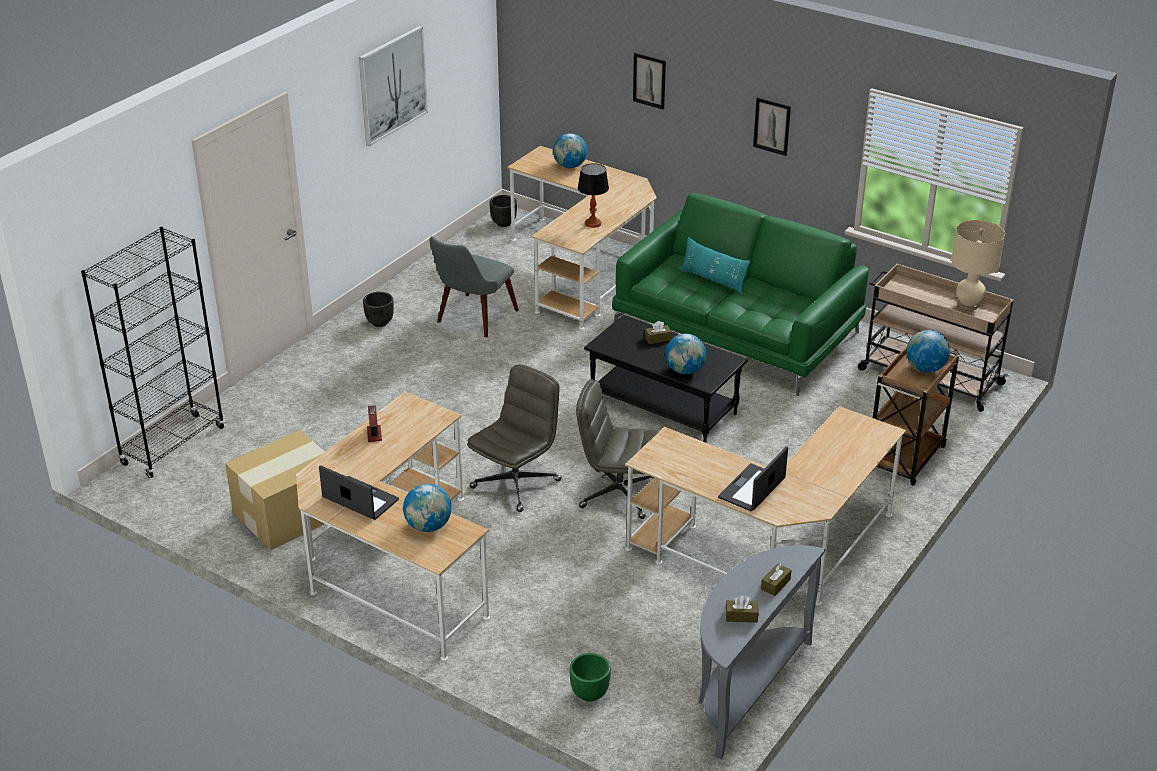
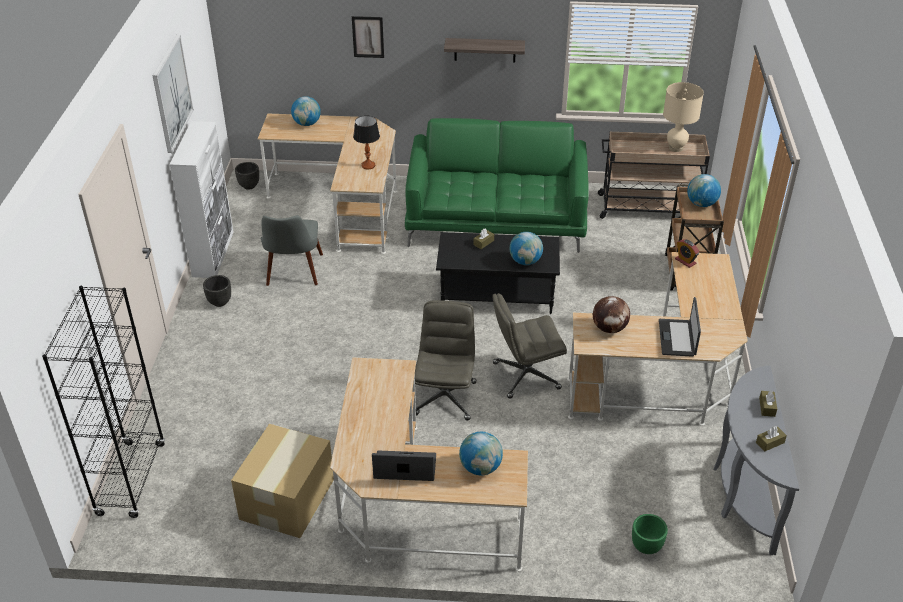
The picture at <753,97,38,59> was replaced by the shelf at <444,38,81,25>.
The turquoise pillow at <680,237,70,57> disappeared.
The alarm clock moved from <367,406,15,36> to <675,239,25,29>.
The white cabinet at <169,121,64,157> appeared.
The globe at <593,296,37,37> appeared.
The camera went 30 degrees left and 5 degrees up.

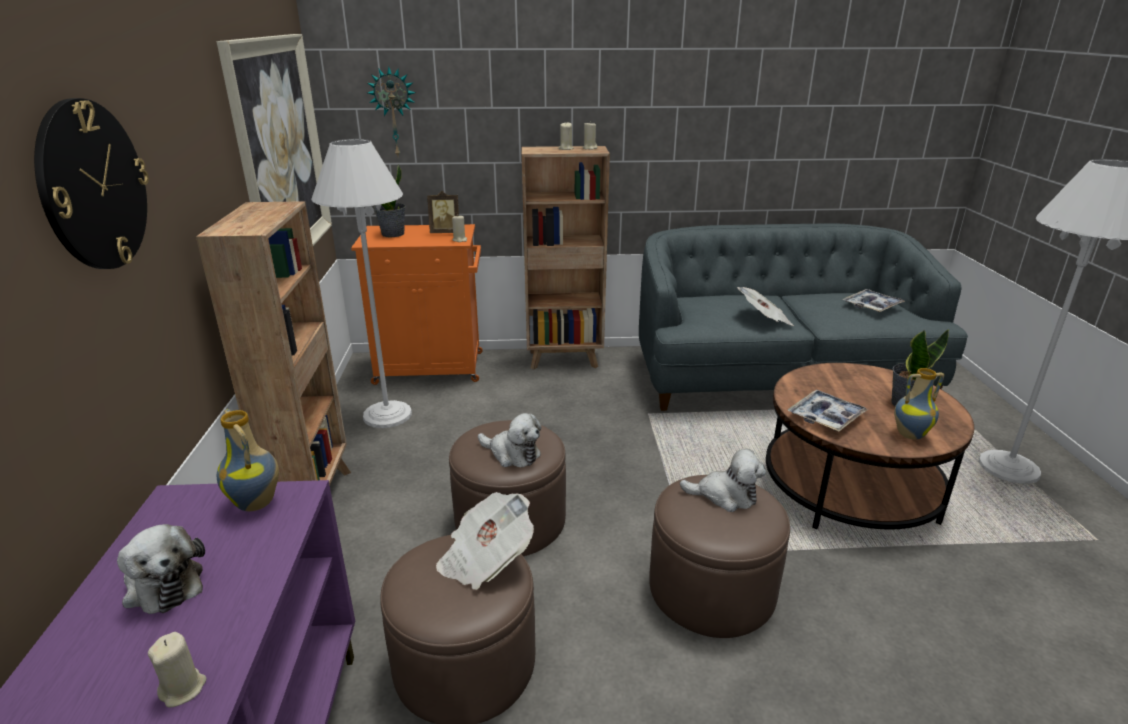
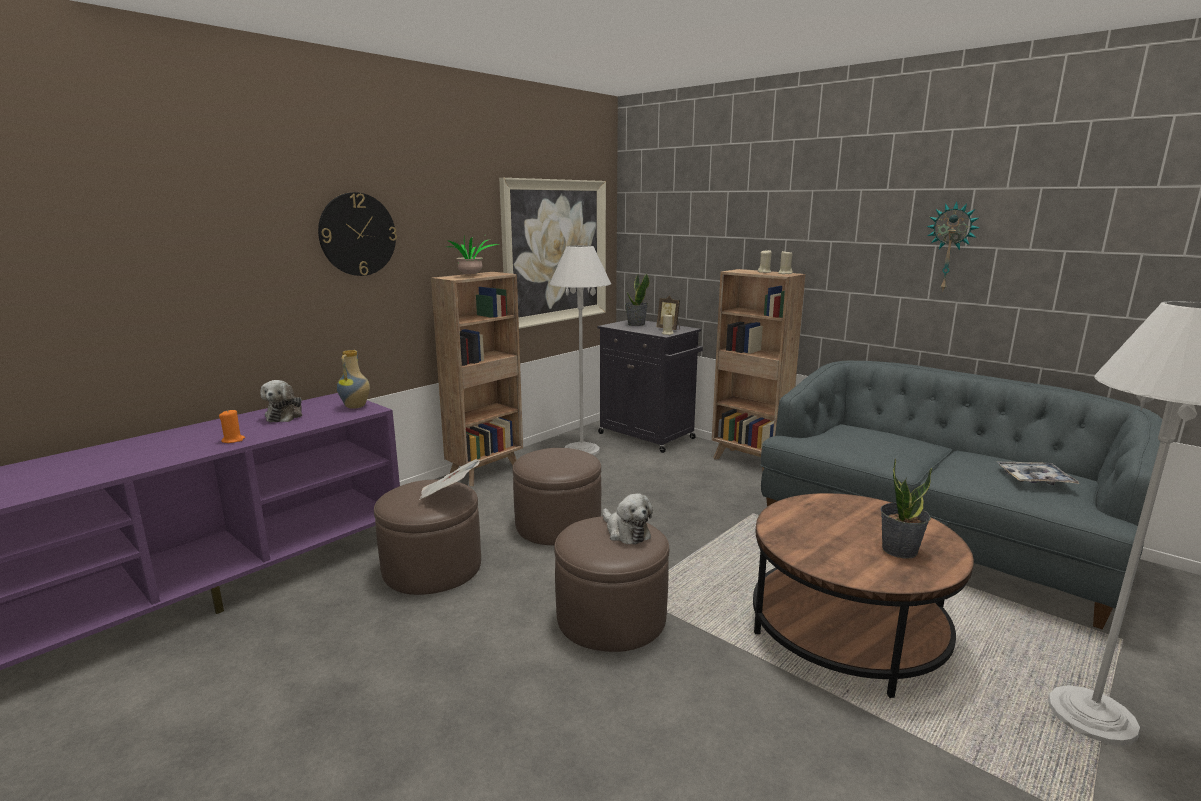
The wall clock moved from <368,66,48,90> to <926,201,54,91>.
The orange cabinet at <351,224,132,161> became the black cabinet at <597,320,106,133>.
The newspaper at <737,287,57,39> disappeared.
The vase at <894,368,50,72> disappeared.
The tray at <787,390,81,41> disappeared.
The plush toy at <478,413,63,54> disappeared.
The beige candle at <148,632,59,76> became the orange candle at <219,410,26,33>.
The potted plant at <447,235,53,41> appeared.
The camera went 45 degrees right and 10 degrees down.

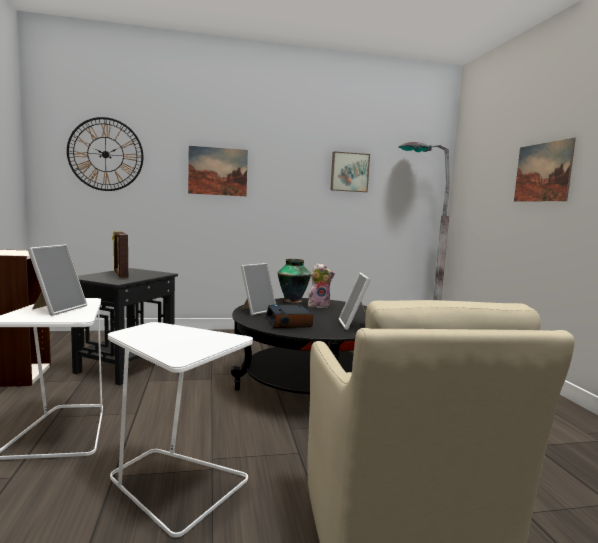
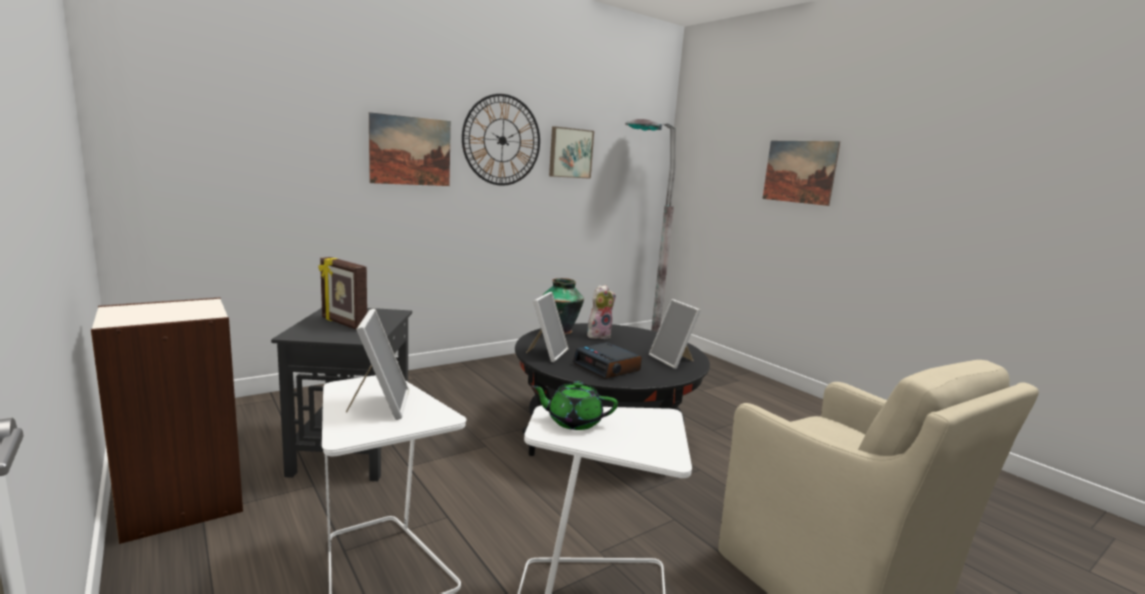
The wall clock moved from <67,117,76,74> to <462,94,78,92>.
The green teapot at <532,381,86,49> appeared.
The camera went 25 degrees left and 5 degrees up.

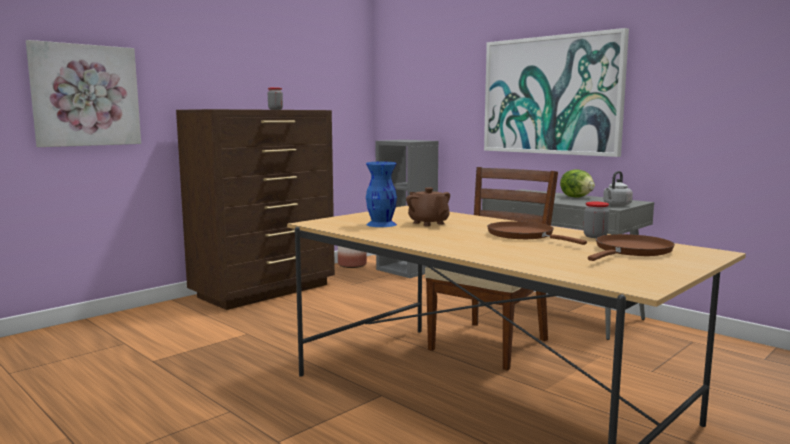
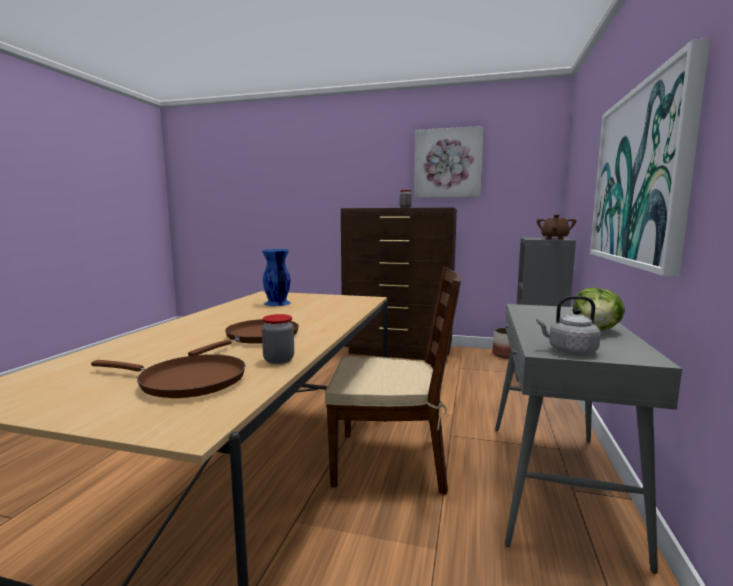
The picture moved from <26,40,115,107> to <414,126,70,72>.
The brown teapot moved from <406,187,44,39> to <537,215,39,25>.
The camera went 60 degrees right and 0 degrees up.

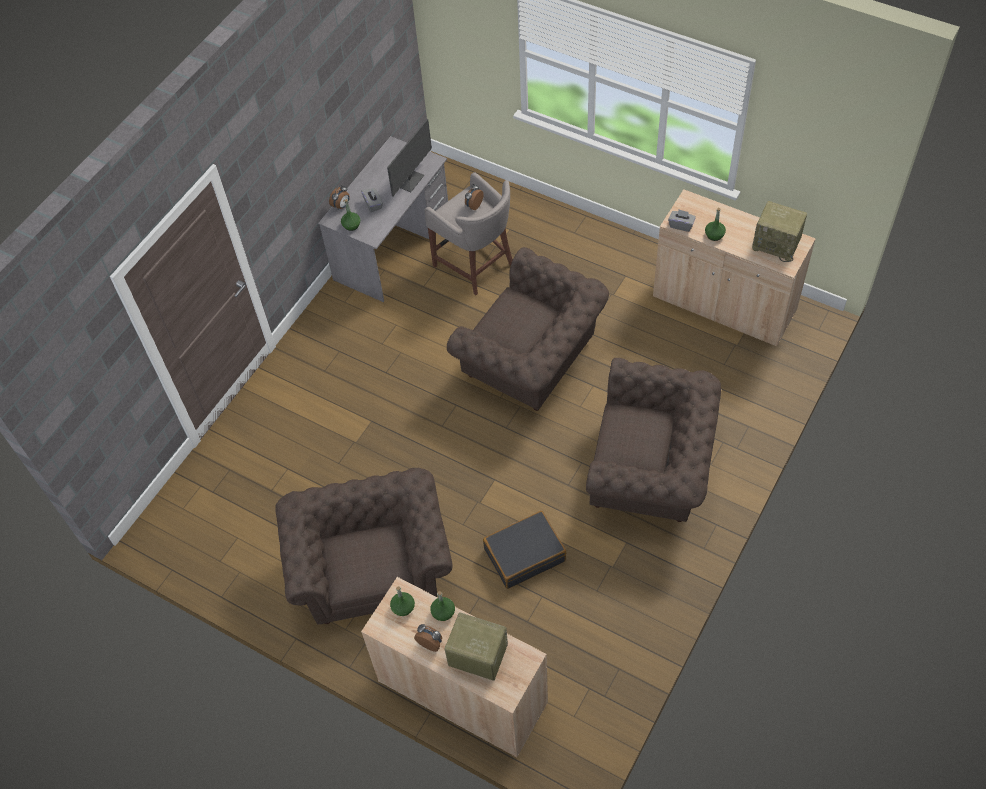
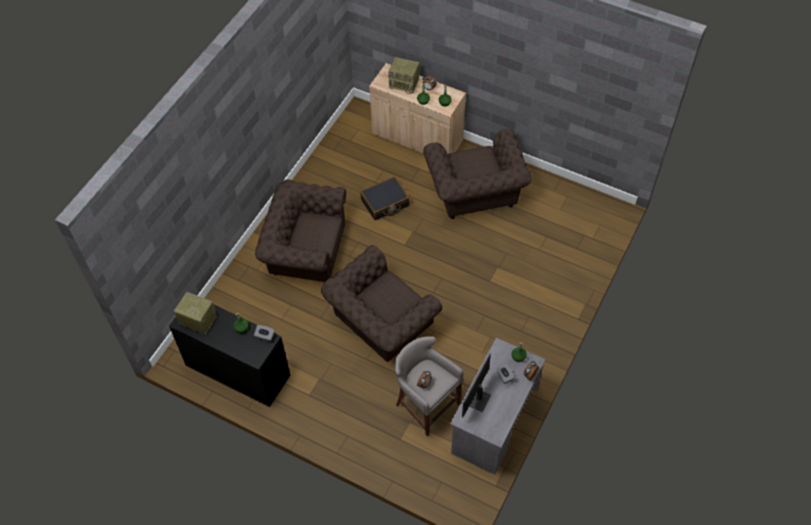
The beige cabinet at <653,189,163,157> became the black cabinet at <169,304,121,103>.
The brown armchair at <447,247,162,164> turned 75 degrees counterclockwise.
The camera went 175 degrees right and 0 degrees up.

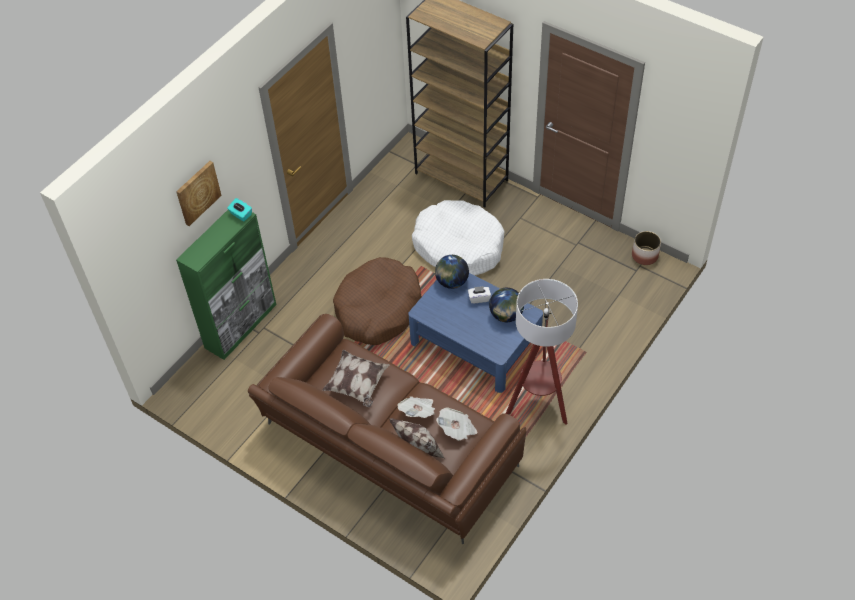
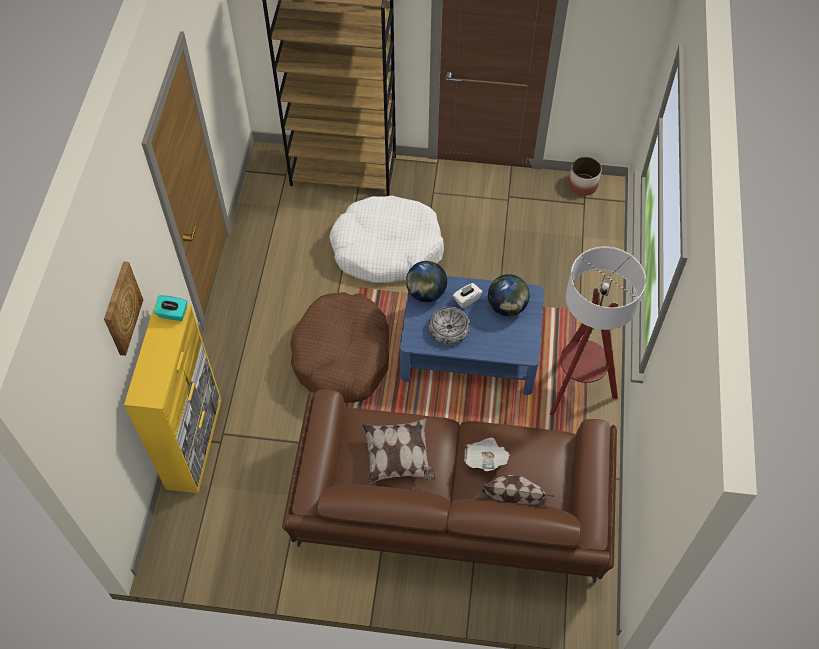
The green cabinet at <176,210,100,150> became the yellow cabinet at <124,302,98,191>.
The newspaper at <436,407,41,34> disappeared.
The bowl at <428,307,42,37> appeared.
The camera went 30 degrees left and 5 degrees up.

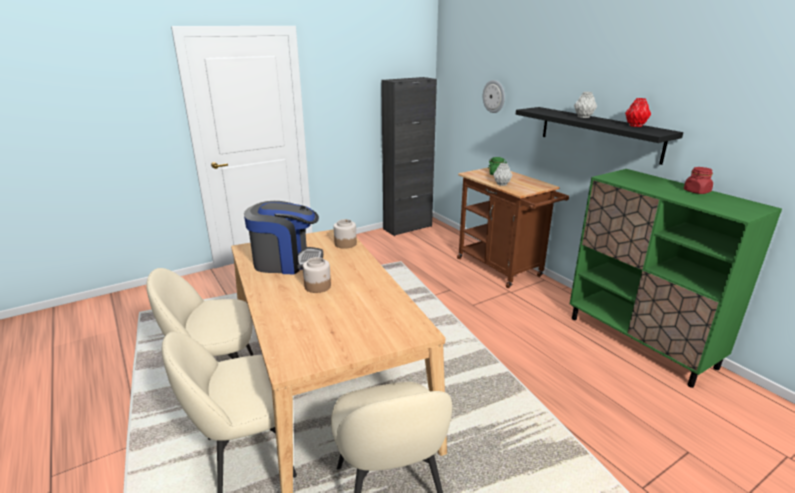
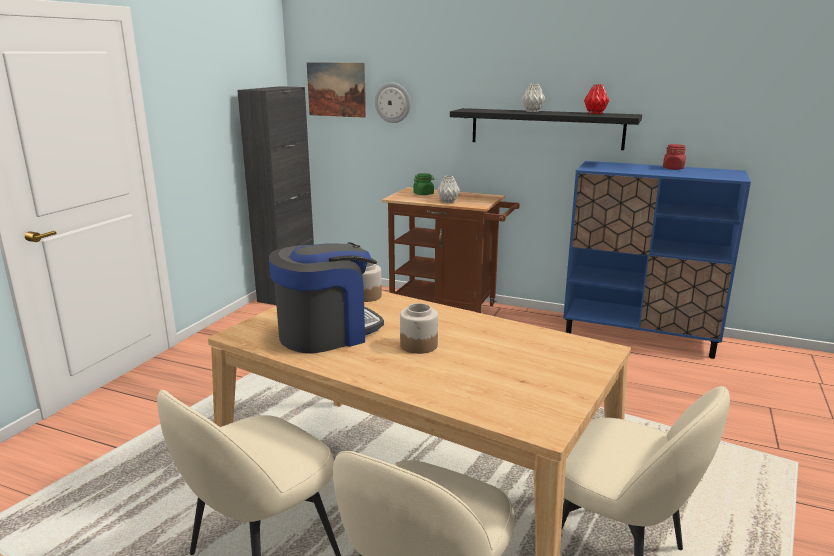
The green cabinet at <570,169,212,219> became the blue cabinet at <563,161,188,198>.
The picture at <307,62,59,56> appeared.
The camera went 35 degrees left and 5 degrees down.

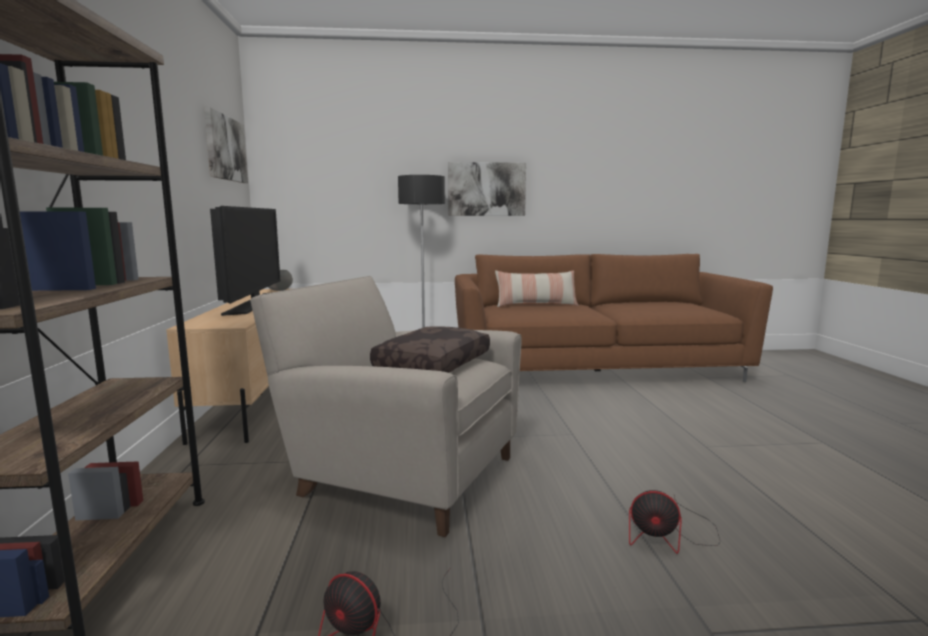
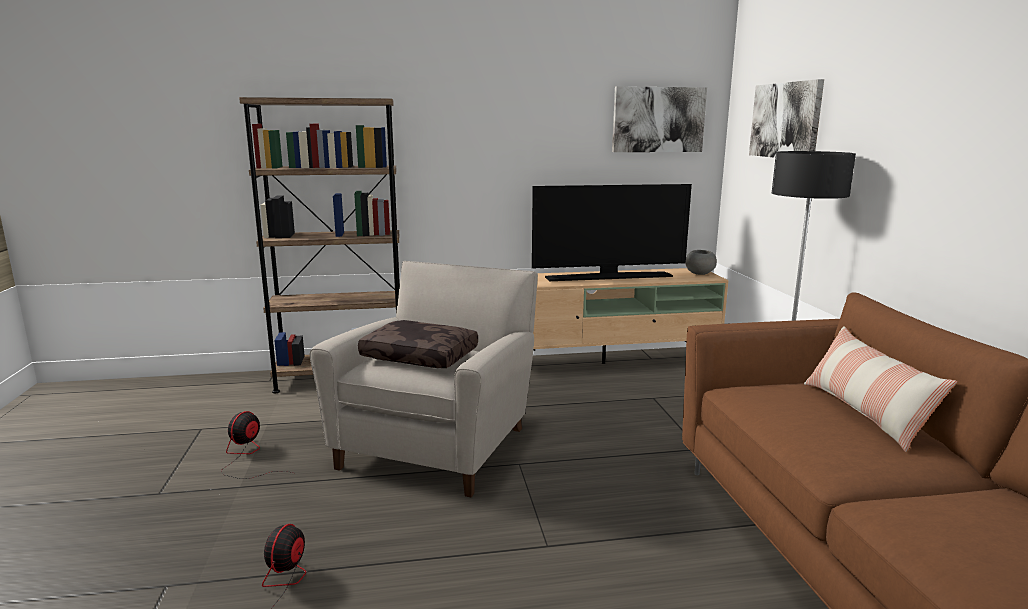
The picture moved from <448,162,78,54> to <749,79,75,79>.
The camera went 85 degrees right and 5 degrees up.

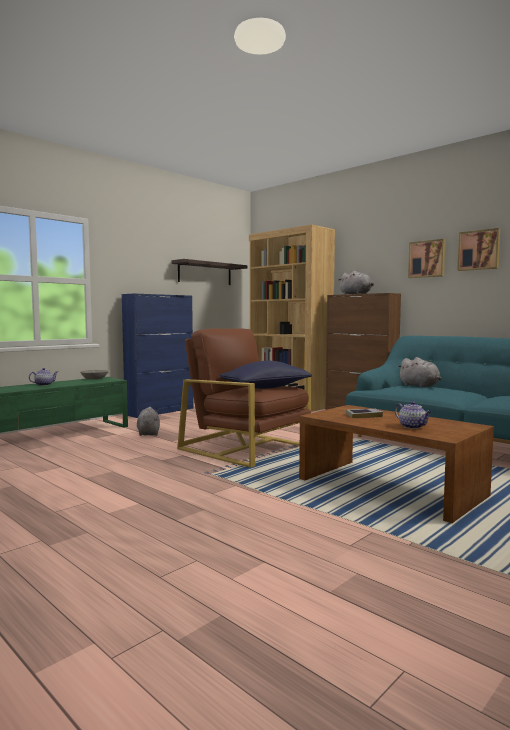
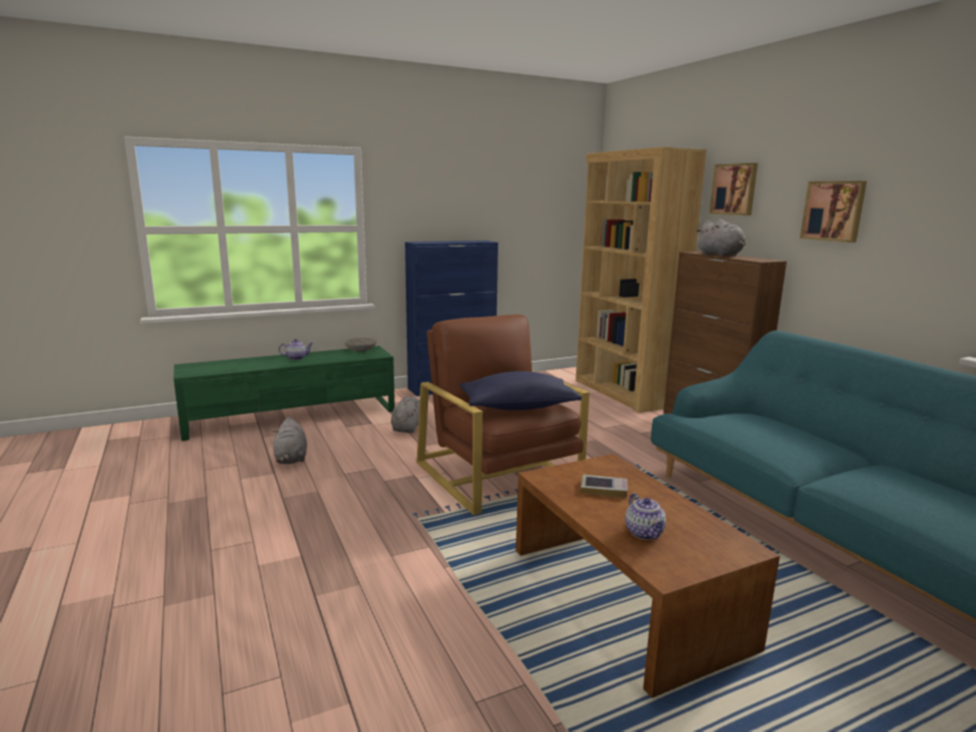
The picture moved from <457,228,43,43> to <709,163,49,53>.
The shelf at <171,259,76,26> disappeared.
The grey plush toy moved from <398,357,43,31> to <273,417,34,47>.
The camera went 20 degrees right and 10 degrees up.

